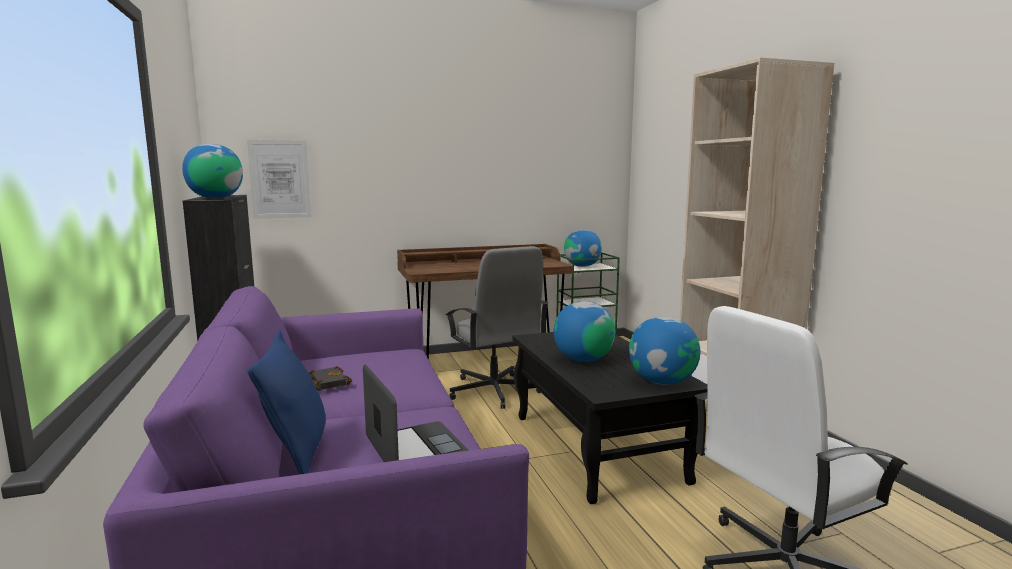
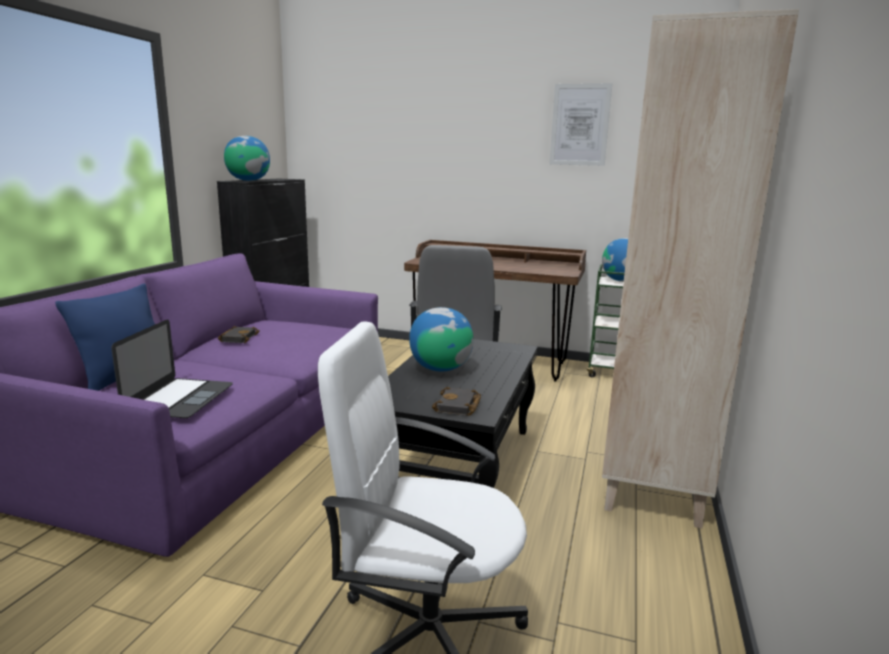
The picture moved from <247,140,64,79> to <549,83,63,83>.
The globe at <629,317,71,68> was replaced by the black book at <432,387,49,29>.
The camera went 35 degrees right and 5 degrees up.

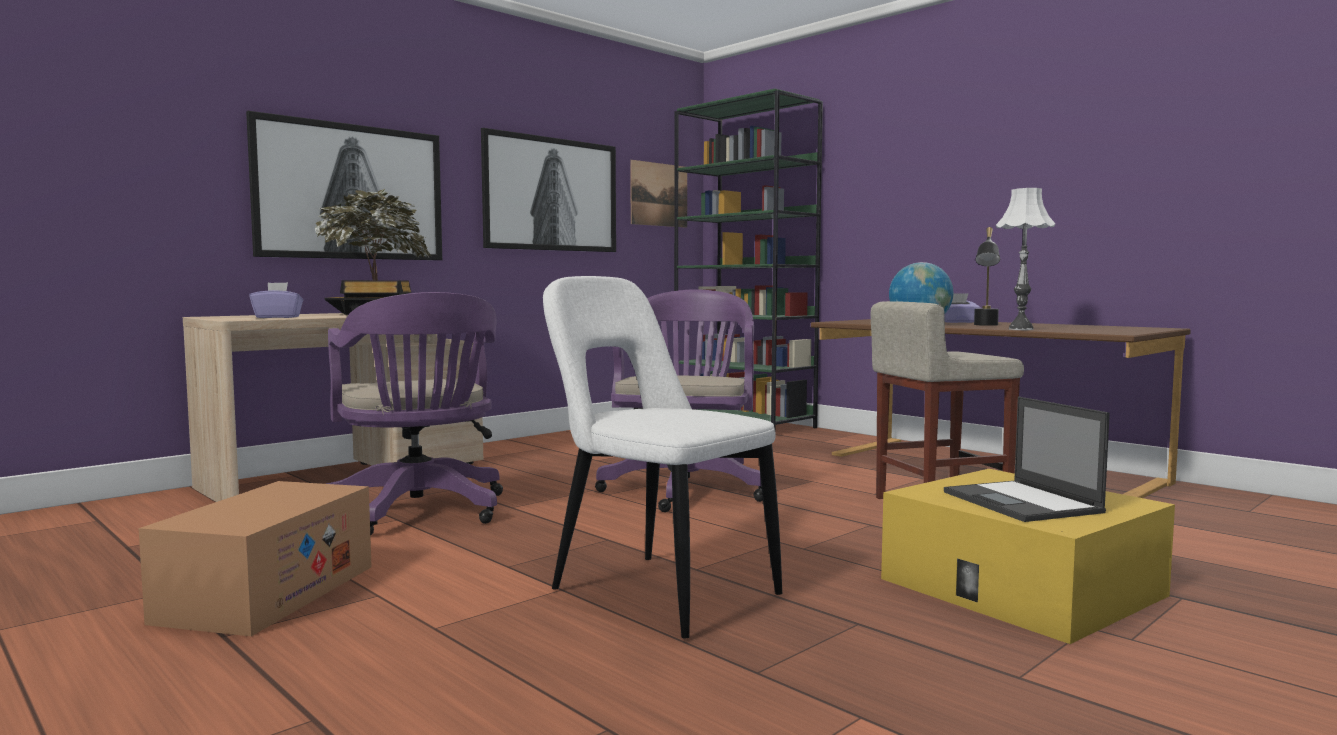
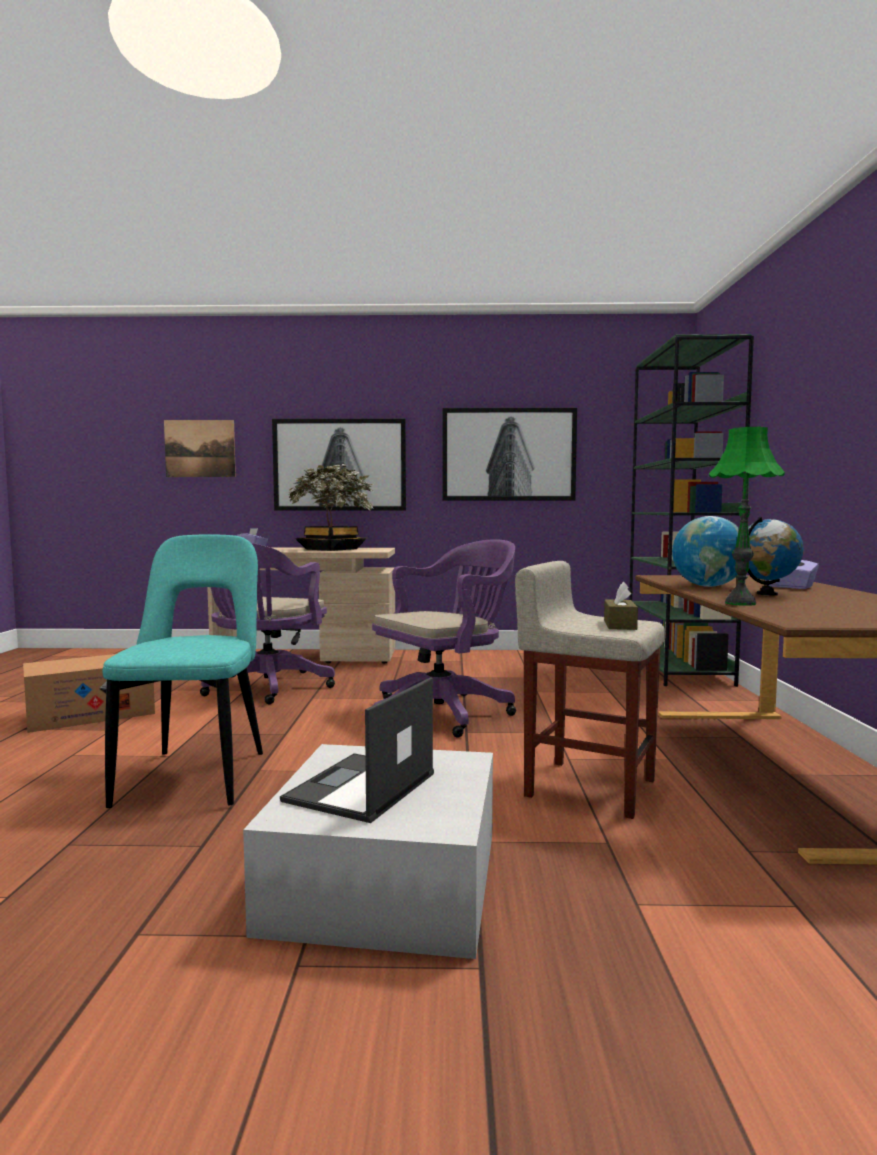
The picture moved from <630,160,57,68> to <164,420,72,57>.
The white table lamp at <996,188,59,142> became the green table lamp at <709,427,76,179>.
The black table lamp at <974,227,26,99> was replaced by the globe at <748,517,56,79>.
The white chair at <543,276,239,362> became the turquoise chair at <102,534,161,274>.
The yellow storage box at <881,469,294,175> became the white storage box at <243,744,250,215>.
The brown tissue box at <604,582,34,48> appeared.
The camera went 45 degrees right and 0 degrees up.

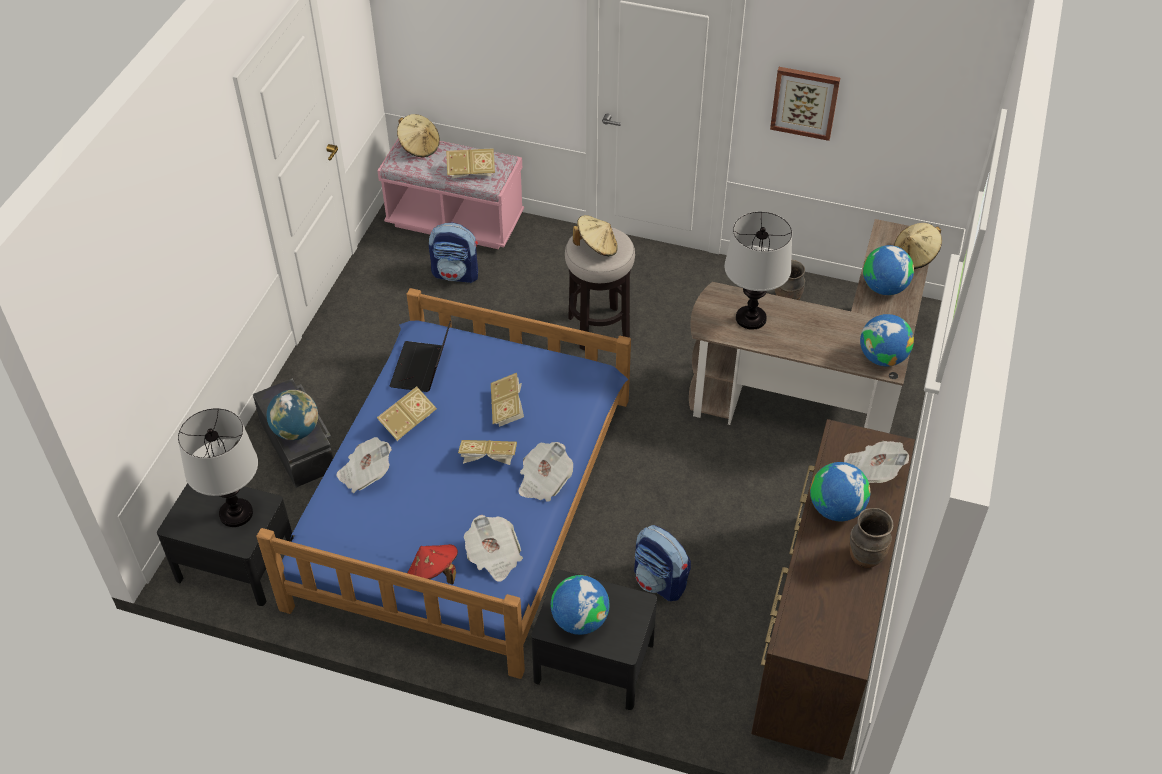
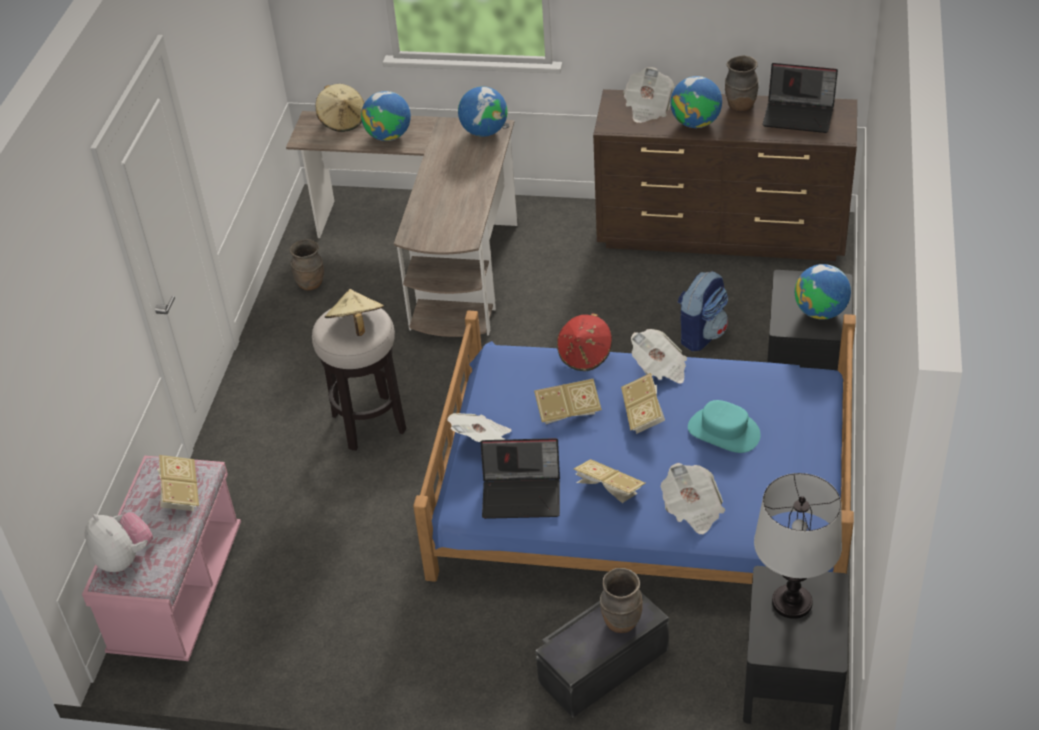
The picture at <770,67,70,74> disappeared.
The beige hat at <397,114,43,43> was replaced by the plush toy at <85,512,68,60>.
The table lamp at <724,212,68,118> disappeared.
The backpack at <429,223,49,60> disappeared.
The globe at <267,390,51,50> was replaced by the brown vase at <600,568,42,65>.
The newspaper moved from <464,515,59,67> to <447,413,65,29>.
The red hat moved from <407,544,51,40> to <557,313,55,58>.
The laptop at <762,63,76,70> appeared.
The turquoise hat at <688,400,73,53> appeared.
The camera went 95 degrees left and 5 degrees down.

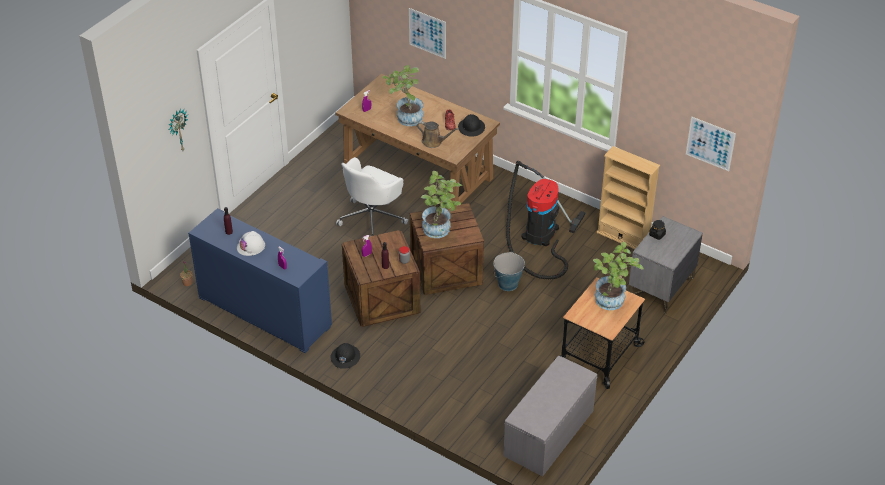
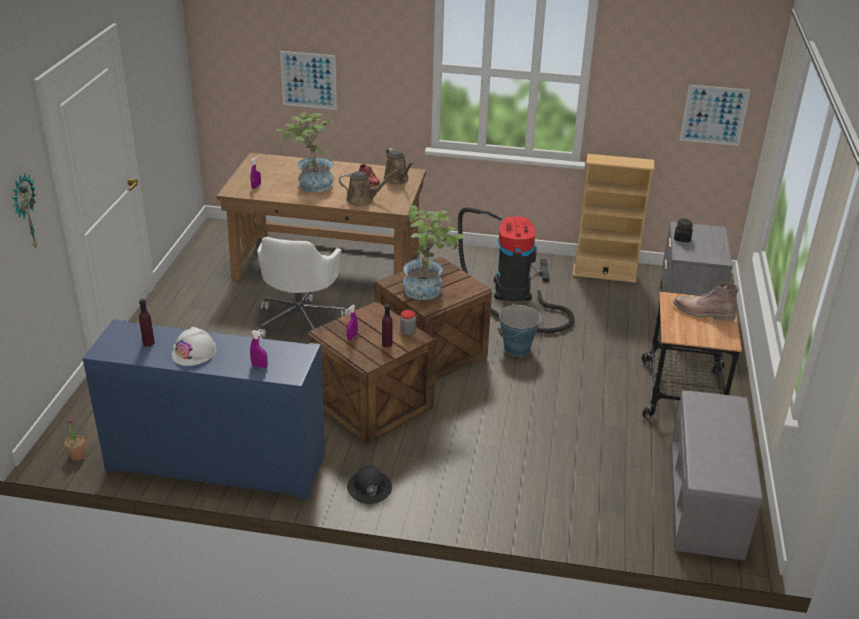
The black hard hat at <458,114,27,23> was replaced by the brown watering can at <384,148,29,36>.
The potted plant at <593,242,51,68> was replaced by the brown boot at <673,283,65,38>.
The camera went 25 degrees left and 10 degrees down.

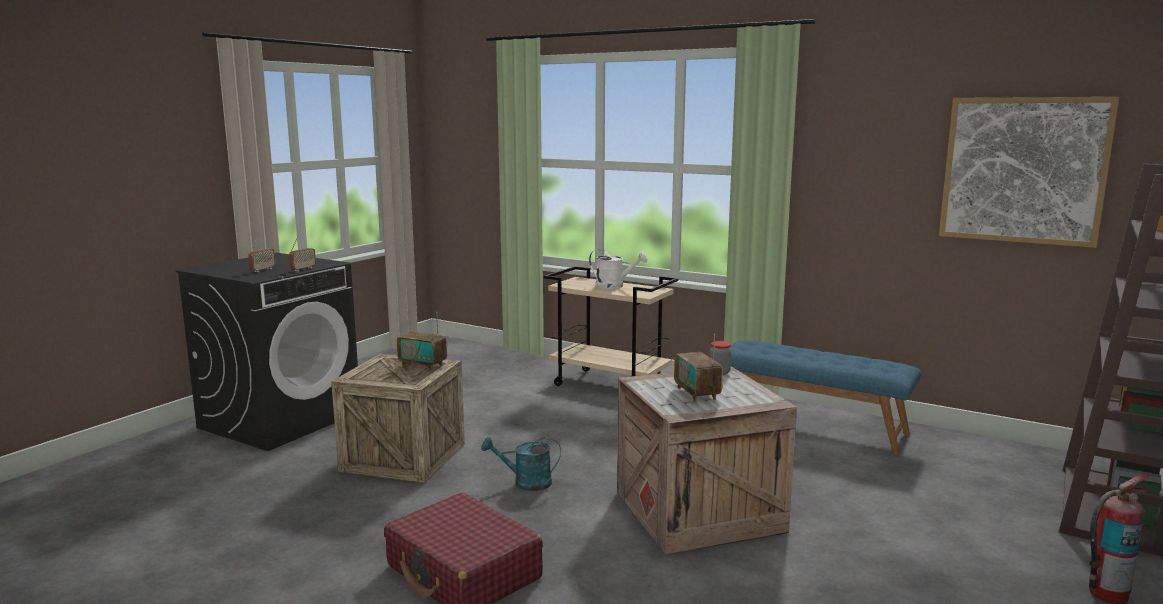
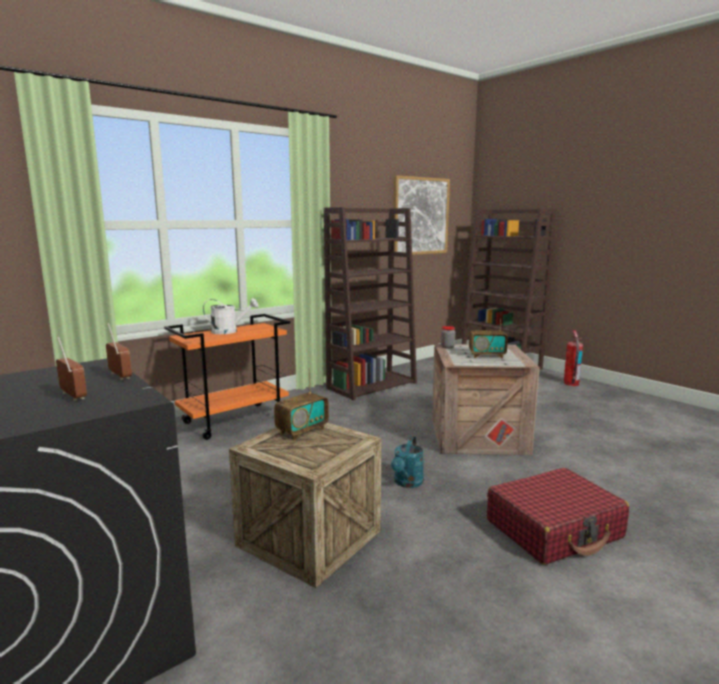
The white watering can at <589,249,58,40> turned 45 degrees clockwise.
The beige cart at <544,266,134,120> became the orange cart at <164,314,126,126>.
The blue bench at <729,340,192,115> was replaced by the brown bookcase at <324,207,93,193>.
The camera went 70 degrees left and 0 degrees up.

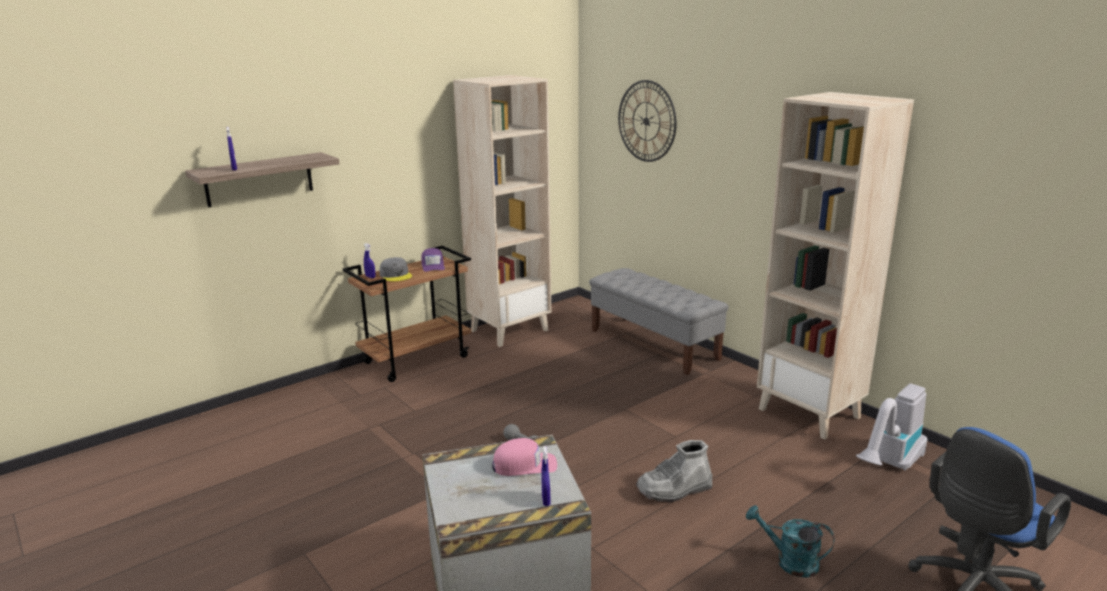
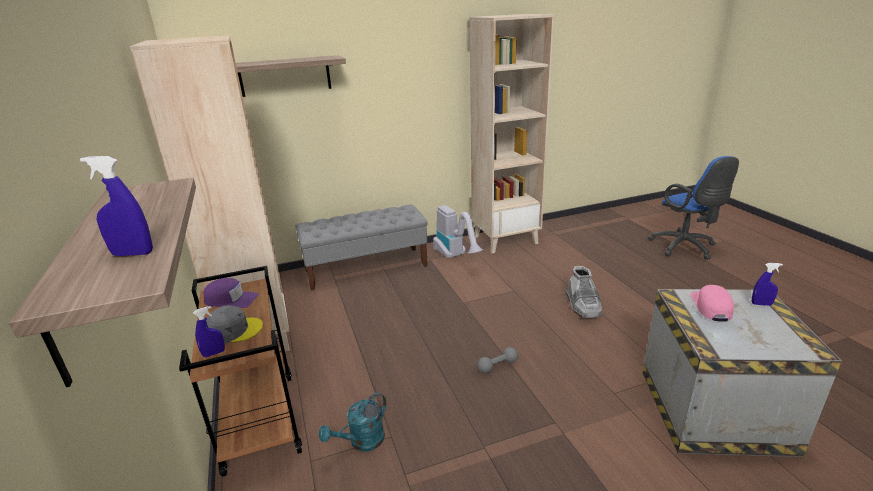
The wall clock at <618,80,59,82> was replaced by the shelf at <236,55,110,42>.
The vacuum cleaner moved from <856,384,71,87> to <433,205,50,54>.
The turquoise watering can moved from <746,505,89,73> to <319,393,67,58>.
The camera went 70 degrees left and 5 degrees up.

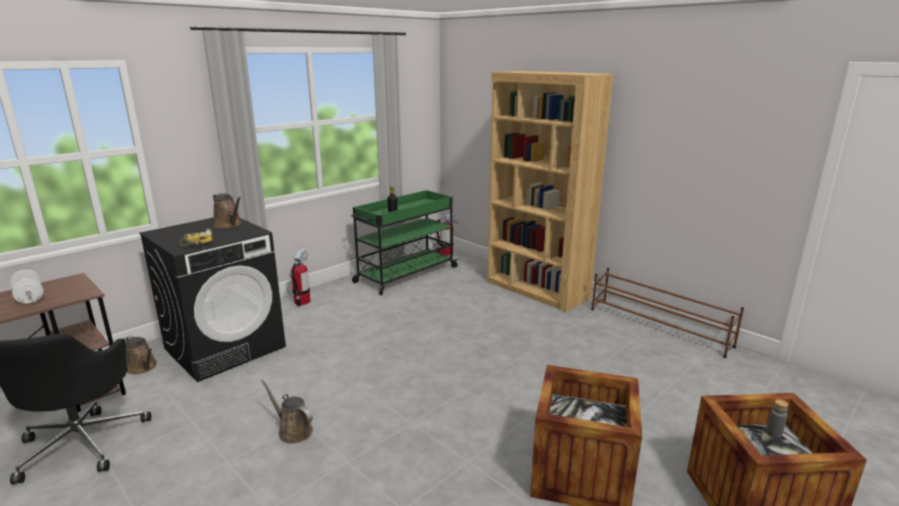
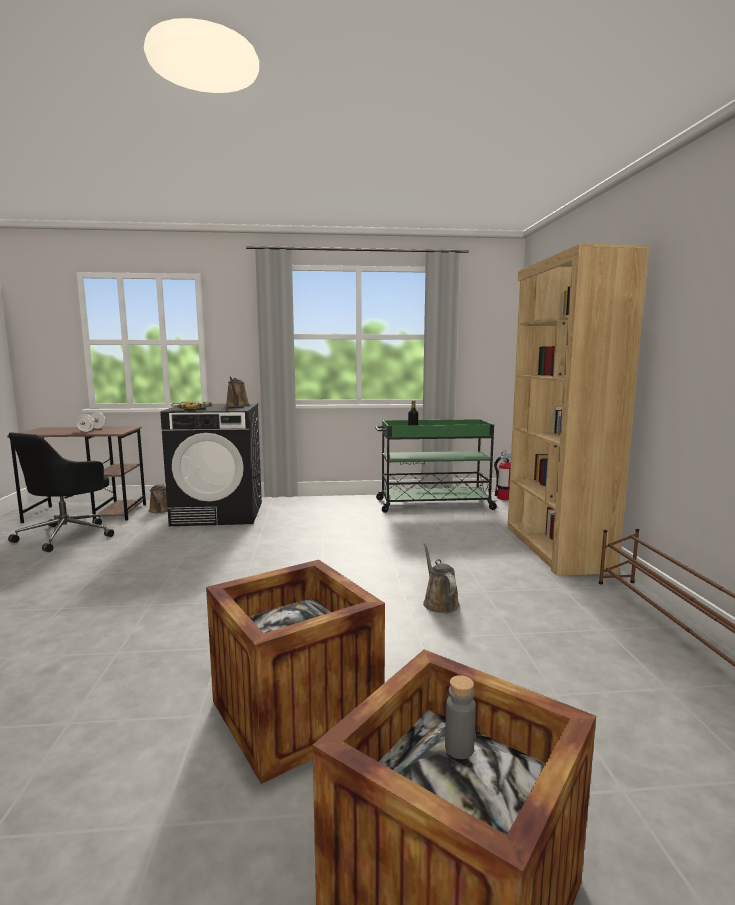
The fire extinguisher at <291,249,20,57> disappeared.
The brown watering can moved from <261,379,52,65> to <423,543,36,70>.
The camera went 40 degrees right and 10 degrees down.

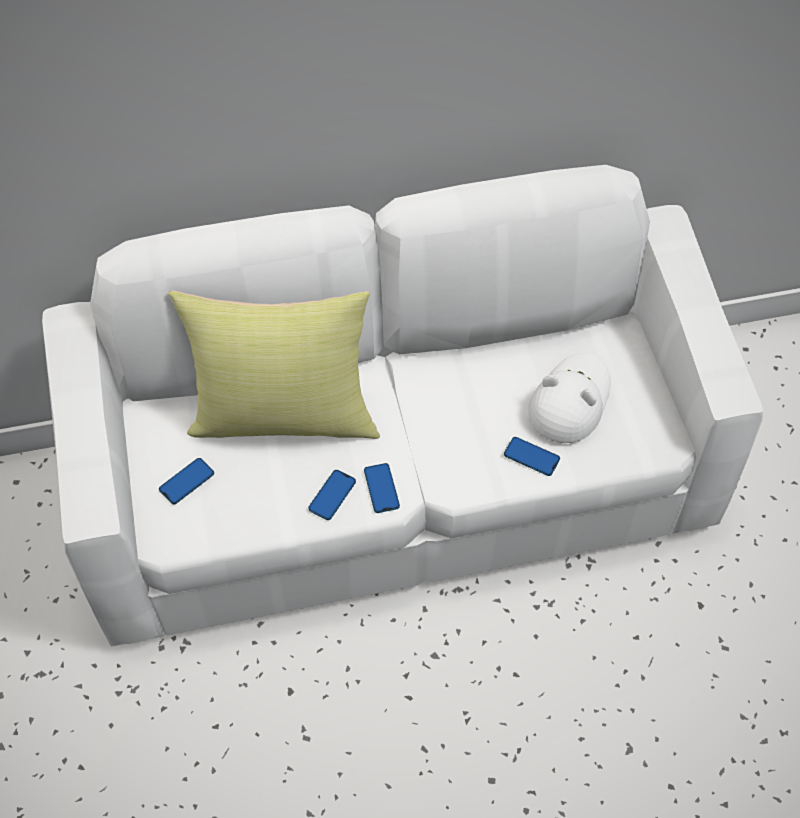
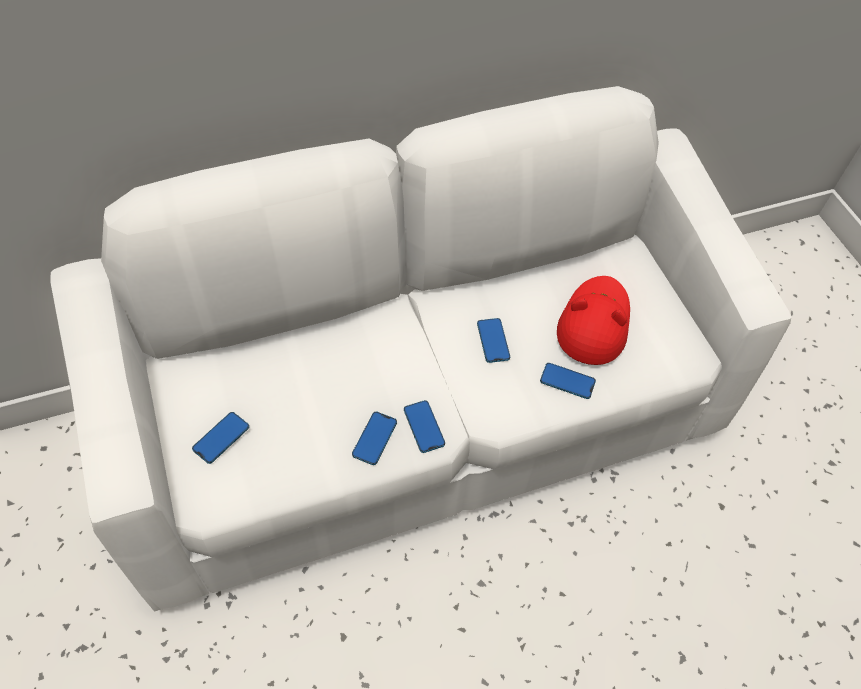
The yellow pillow at <168,291,212,148> disappeared.
The white hat at <528,353,83,90> became the red hat at <557,276,73,89>.
The phone at <477,318,33,45> appeared.
The camera went 10 degrees left and 0 degrees up.

